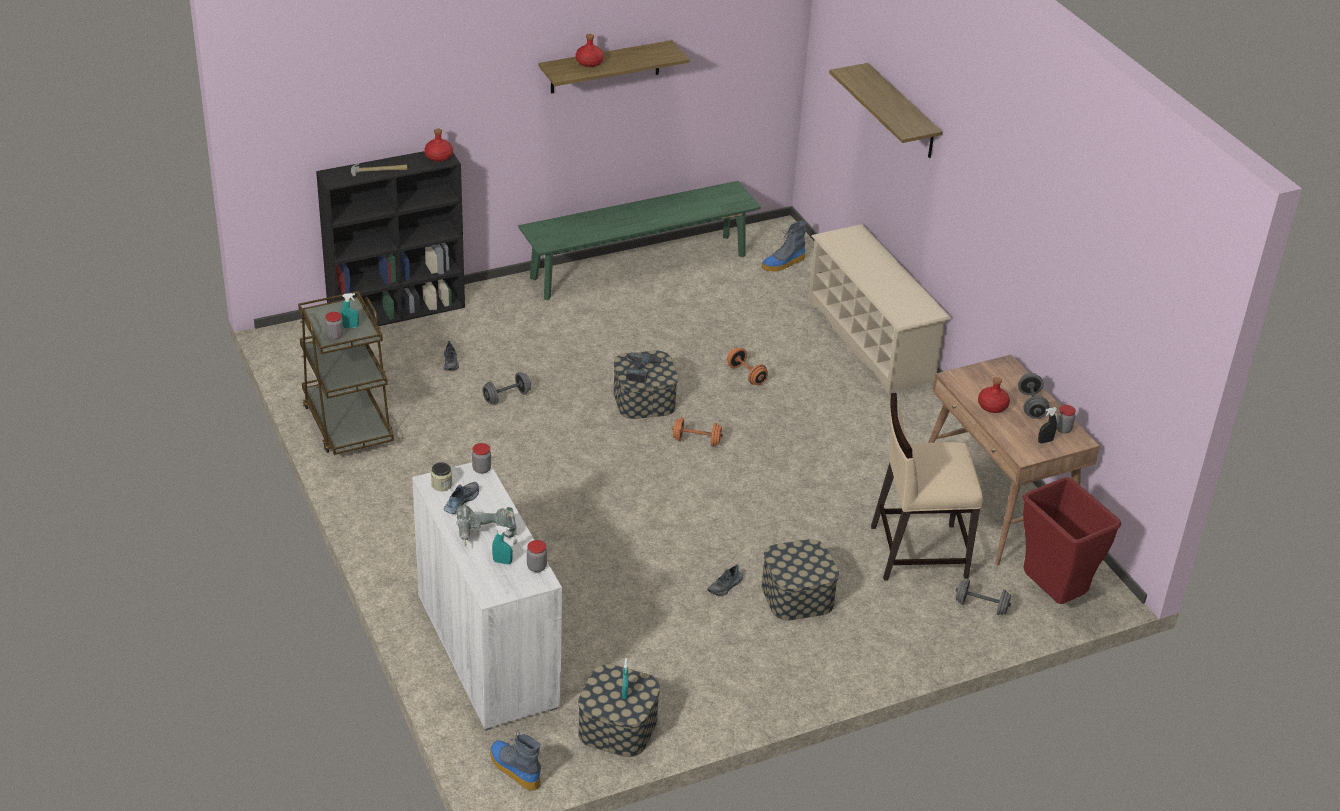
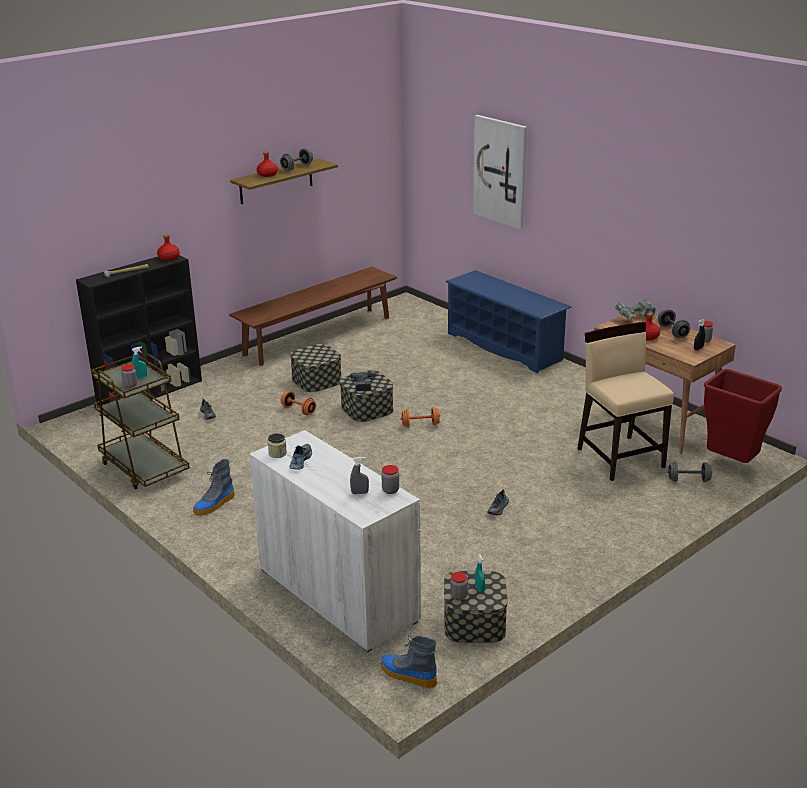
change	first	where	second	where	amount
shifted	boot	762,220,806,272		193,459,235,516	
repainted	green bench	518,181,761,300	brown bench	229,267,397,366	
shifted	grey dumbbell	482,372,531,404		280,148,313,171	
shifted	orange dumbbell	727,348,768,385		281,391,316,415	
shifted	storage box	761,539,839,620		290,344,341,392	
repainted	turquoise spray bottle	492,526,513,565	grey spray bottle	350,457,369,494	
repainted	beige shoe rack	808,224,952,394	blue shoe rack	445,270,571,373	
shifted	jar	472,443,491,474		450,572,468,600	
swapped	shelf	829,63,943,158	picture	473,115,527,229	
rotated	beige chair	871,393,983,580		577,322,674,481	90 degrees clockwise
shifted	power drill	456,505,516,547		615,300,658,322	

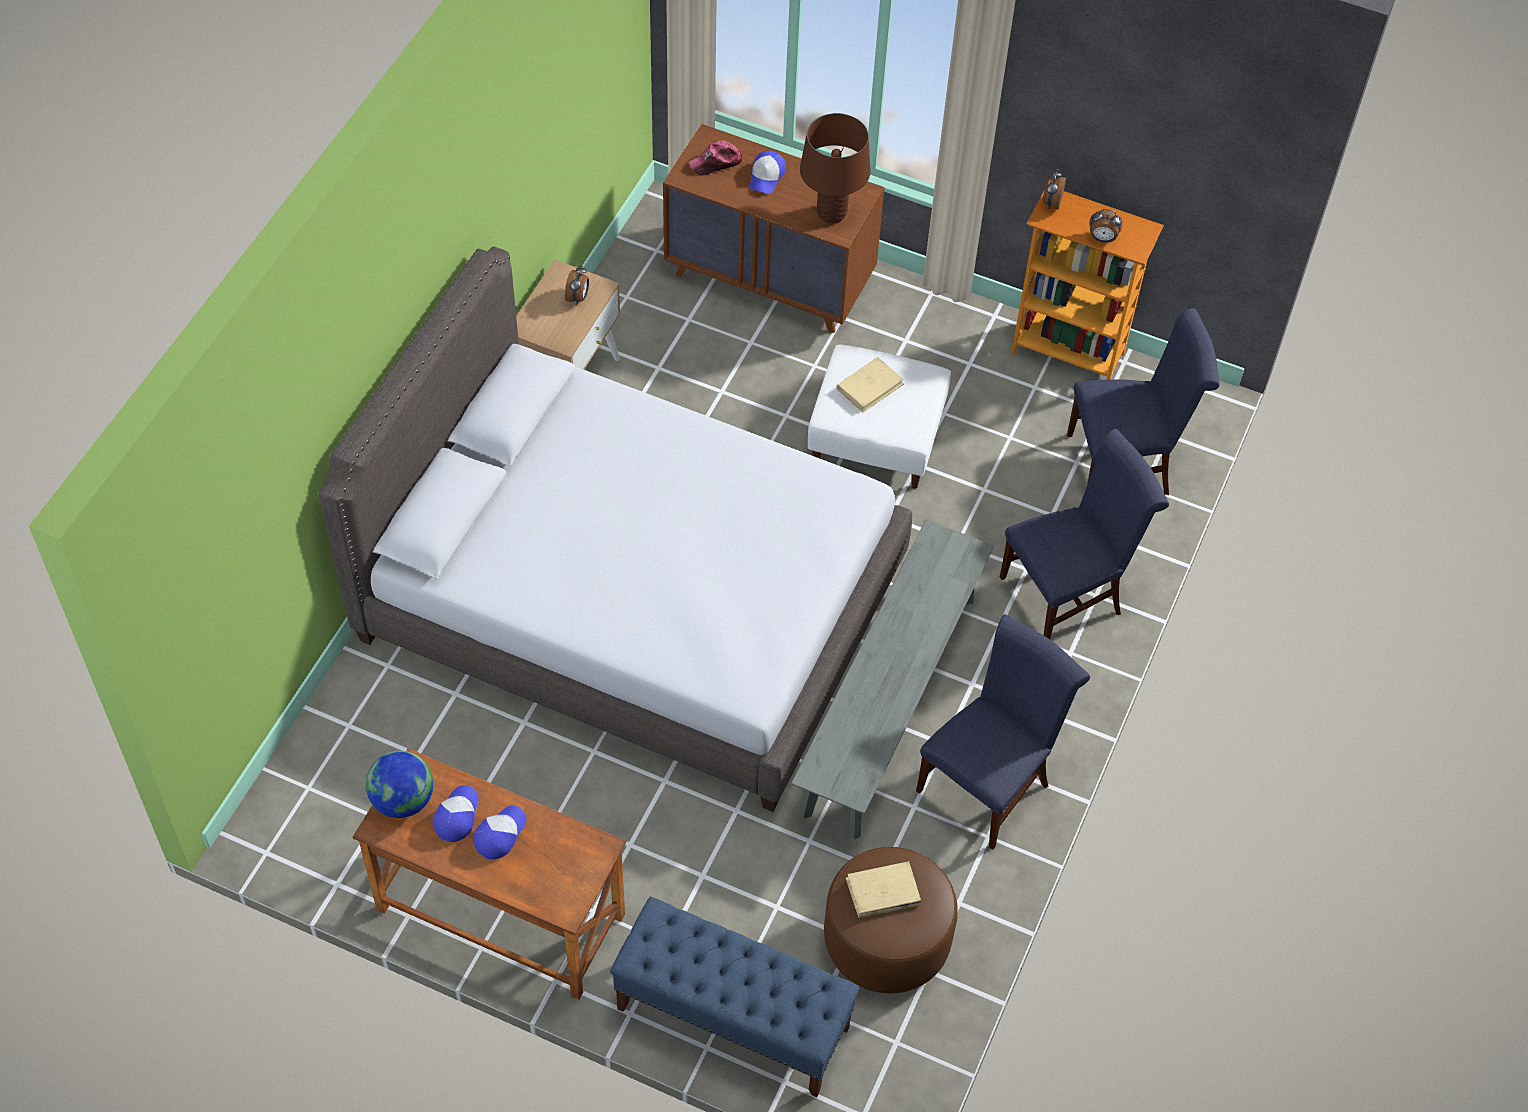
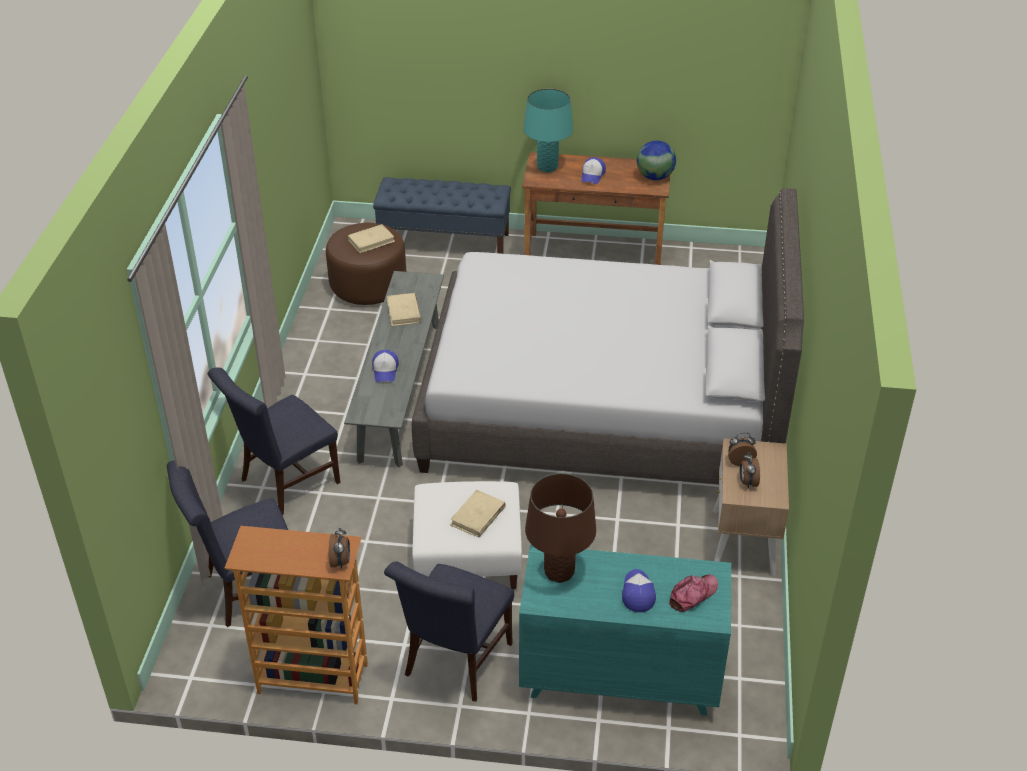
change	first	where	second	where	amount
shifted	cap	433,785,478,842		372,350,399,382	
shifted	blue chair	916,614,1090,850		384,561,514,702	
new			beige book	387,293,421,326	
repainted	brown dresser	663,124,885,333	turquoise dresser	519,544,731,716	
new			turquoise table lamp	524,89,573,172	
shifted	alarm clock	1089,209,1123,243		728,432,757,466	

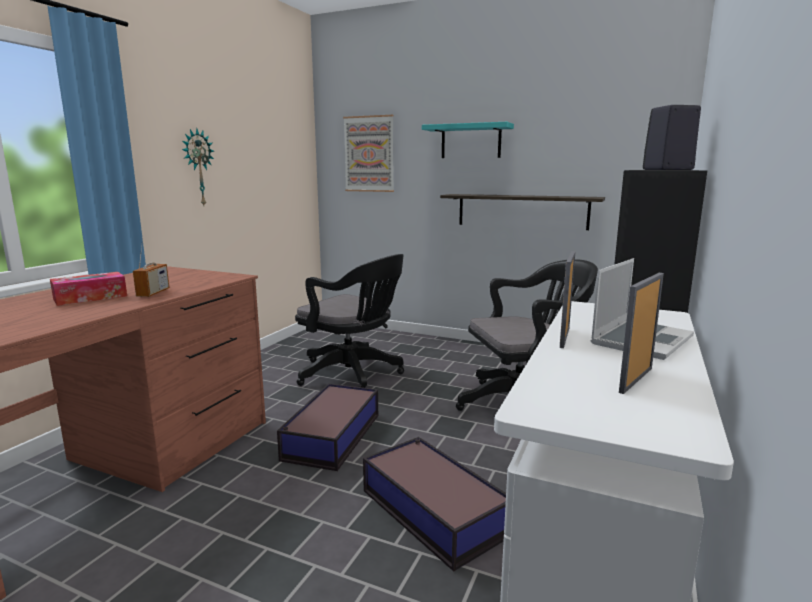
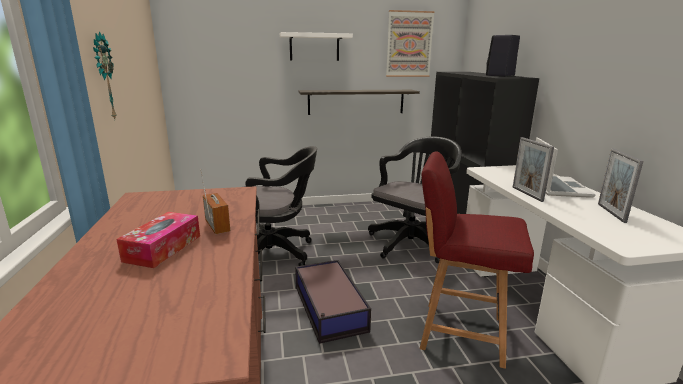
change	first	where	second	where	amount
repainted	turquoise shelf	422,122,514,158	white shelf	280,32,353,61	
shifted	picture	343,115,394,192		386,10,435,77	
swapped	storage box	363,437,506,572	red chair	420,151,534,369	

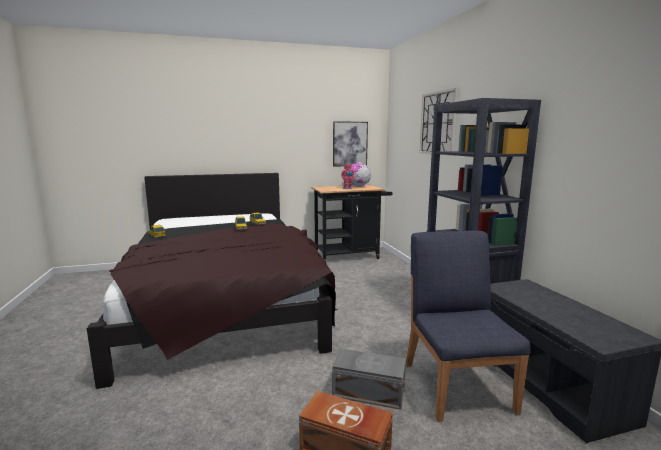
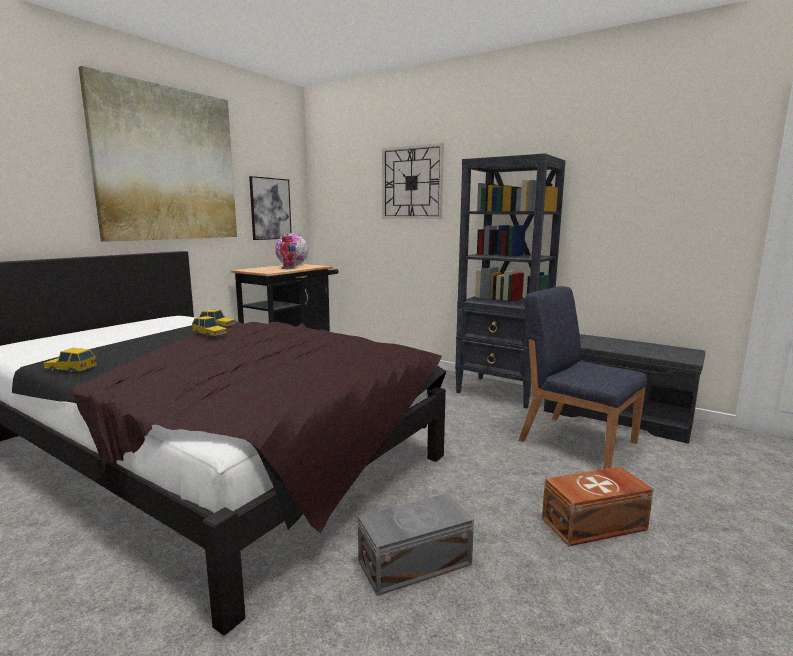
change	first	where	second	where	amount
new			picture	79,66,237,242	
shifted	grey storage box	332,349,406,410		358,493,474,596	

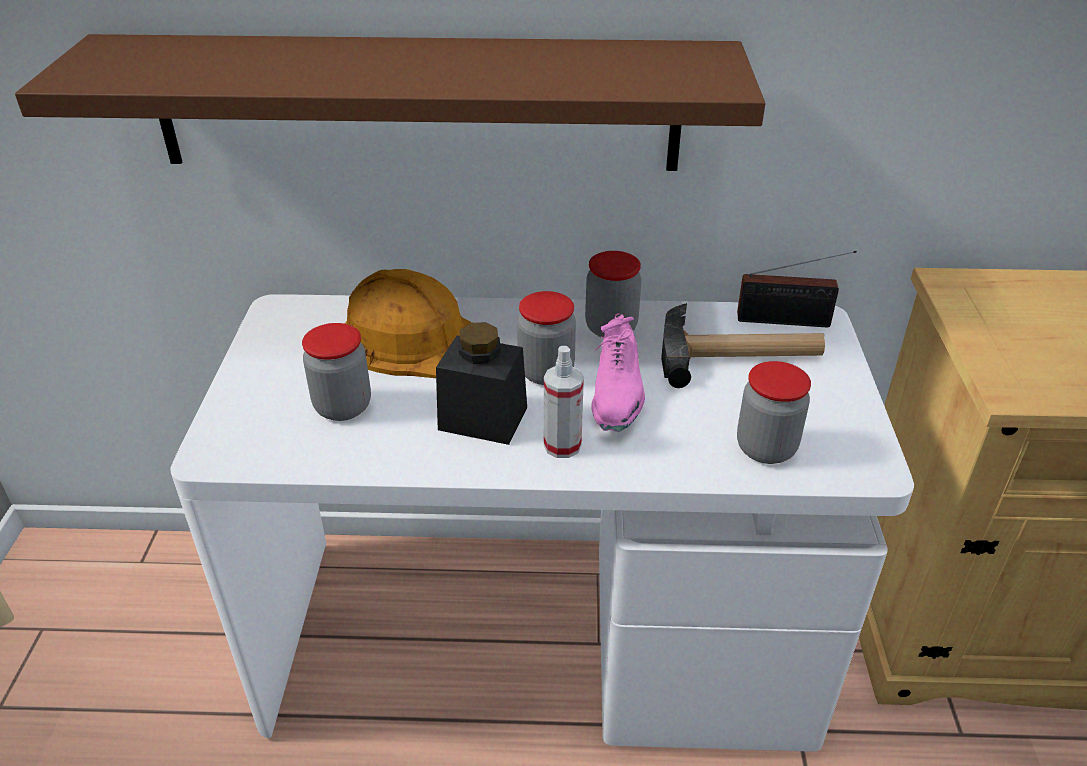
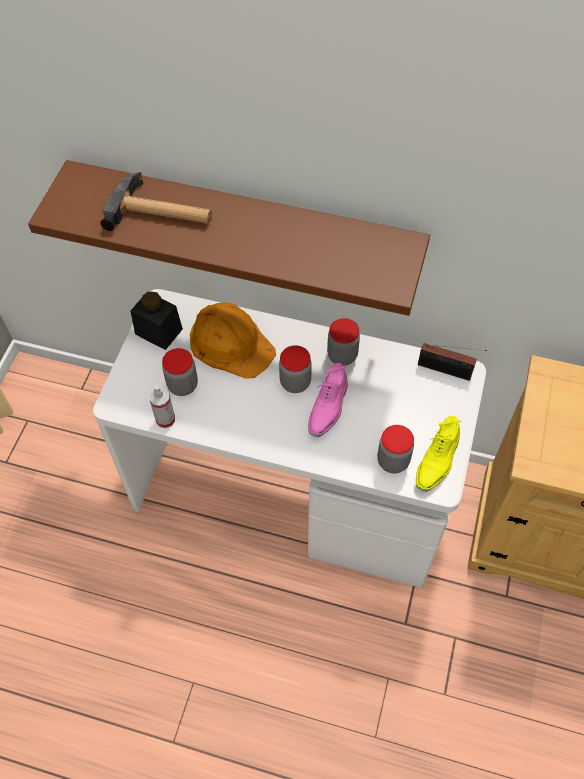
change	first	where	second	where	amount
shifted	hammer	661,303,825,388		100,172,212,231	
shifted	black jar	436,322,527,445		131,292,183,350	
shifted	spray bottle	544,346,584,458		149,385,175,429	
new			yellow shoe	416,416,461,492	

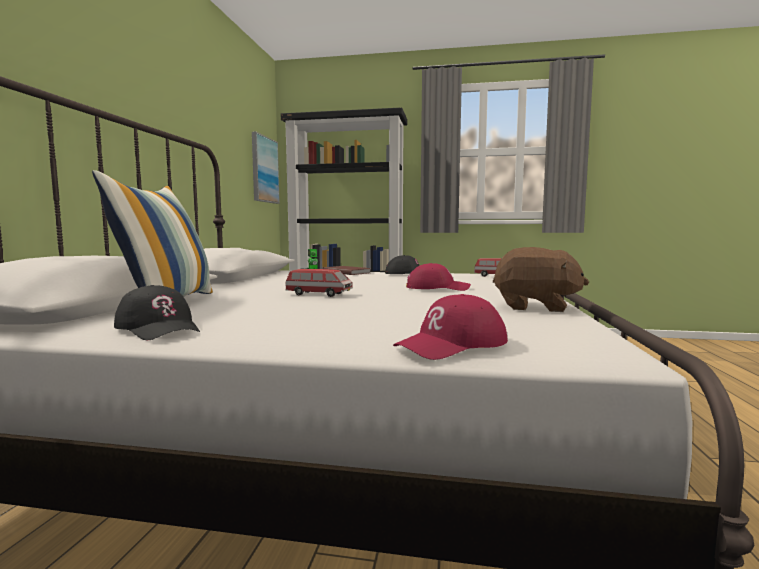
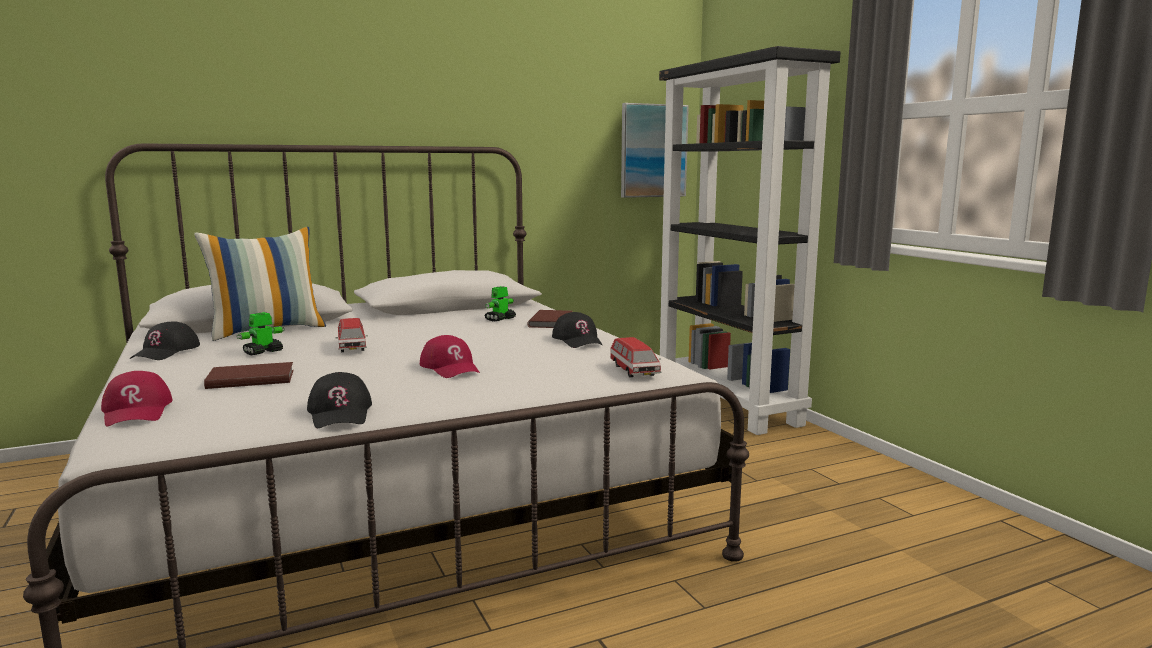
change	first	where	second	where	amount
rotated	red cap	393,294,508,360		101,371,173,427	135 degrees counterclockwise
new			brown book	204,362,294,389	
new			toy robot	237,312,284,355	
swapped	brown plush toy	493,247,589,312	black cap	307,372,372,428	

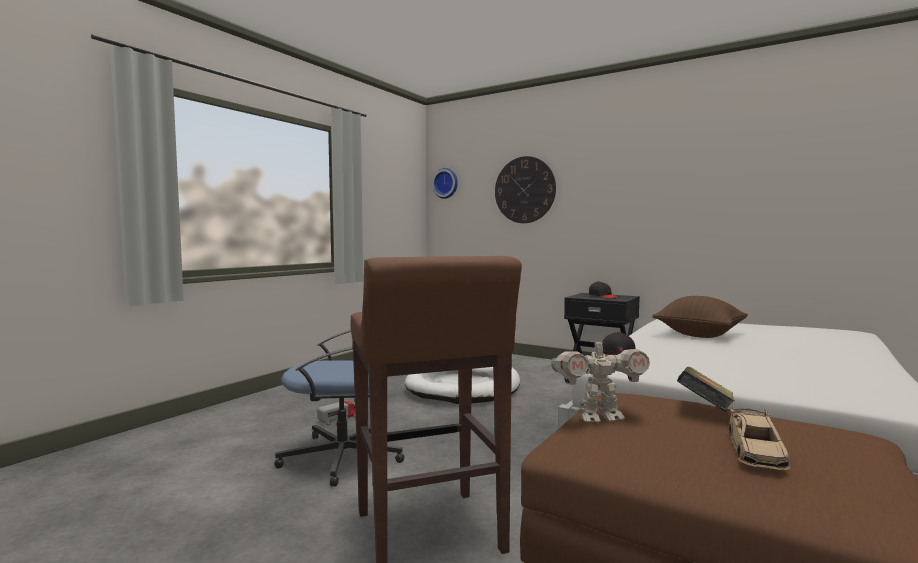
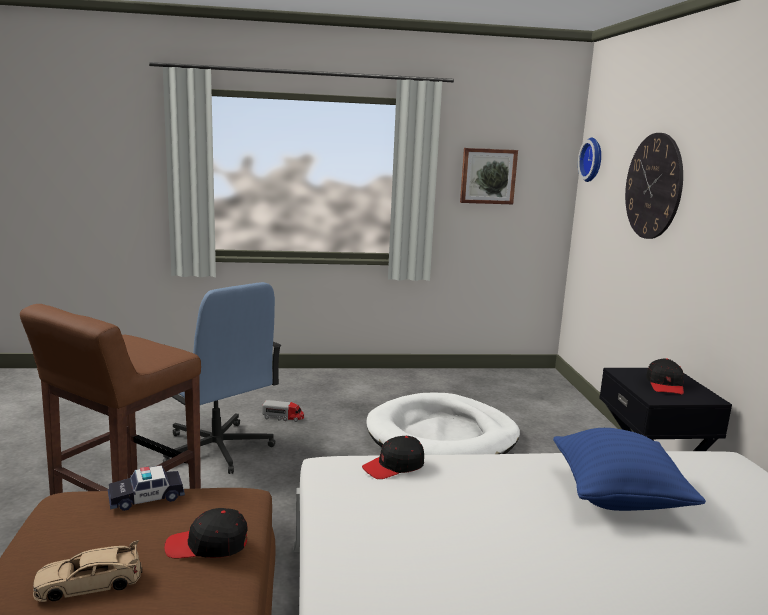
change	first	where	second	where	amount
swapped	toy robot	551,334,650,422	toy car	108,465,185,511	
swapped	book	677,367,735,412	black cap	164,508,248,559	
new			picture	460,148,518,204	
repainted	brown pillow	652,296,748,338	blue pillow	553,428,706,511	

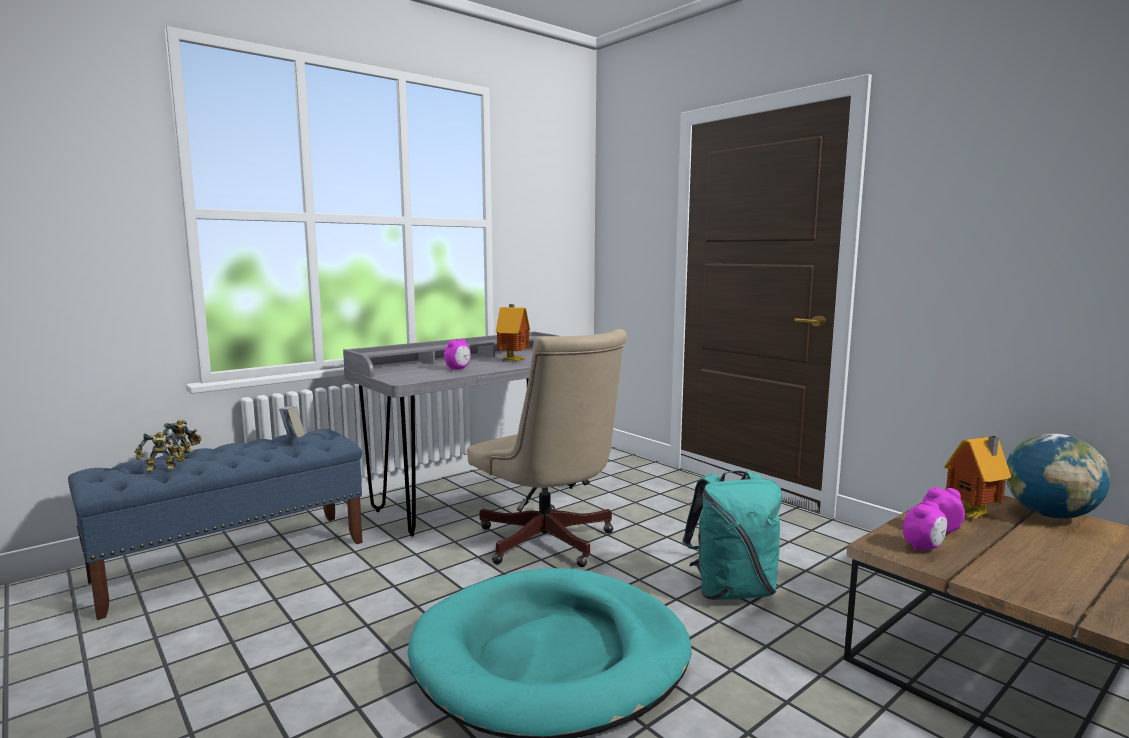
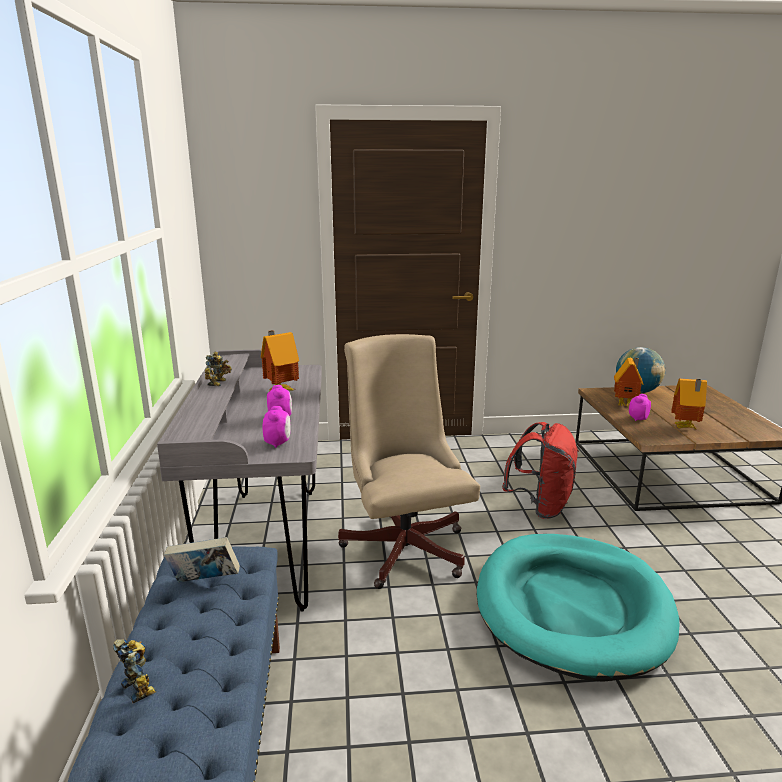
change	first	where	second	where	amount
shifted	toy robot	135,432,186,472		205,352,232,386	
shifted	alarm clock	903,501,947,551		263,406,290,448	
rotated	beige office chair	467,329,627,567		338,334,480,589	105 degrees counterclockwise
repainted	turquoise backpack	682,471,782,600	red backpack	502,422,579,519	
new			toy house	671,379,707,430	

